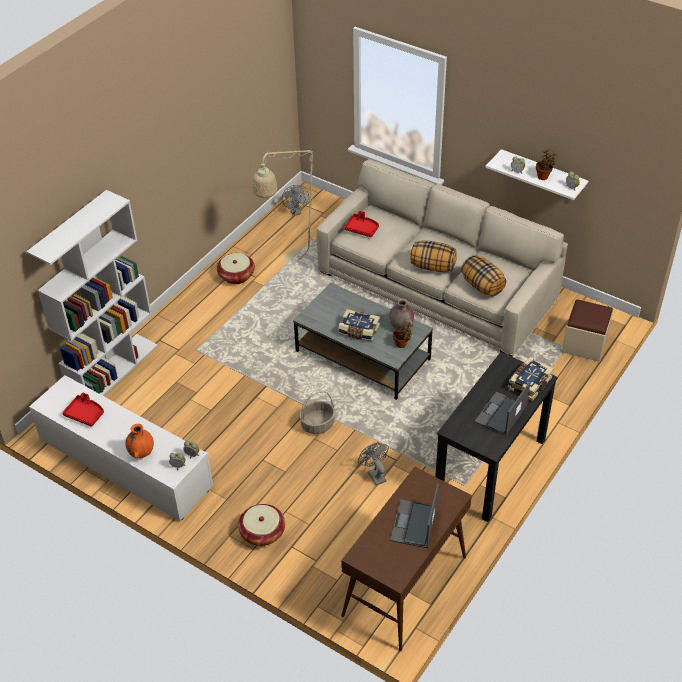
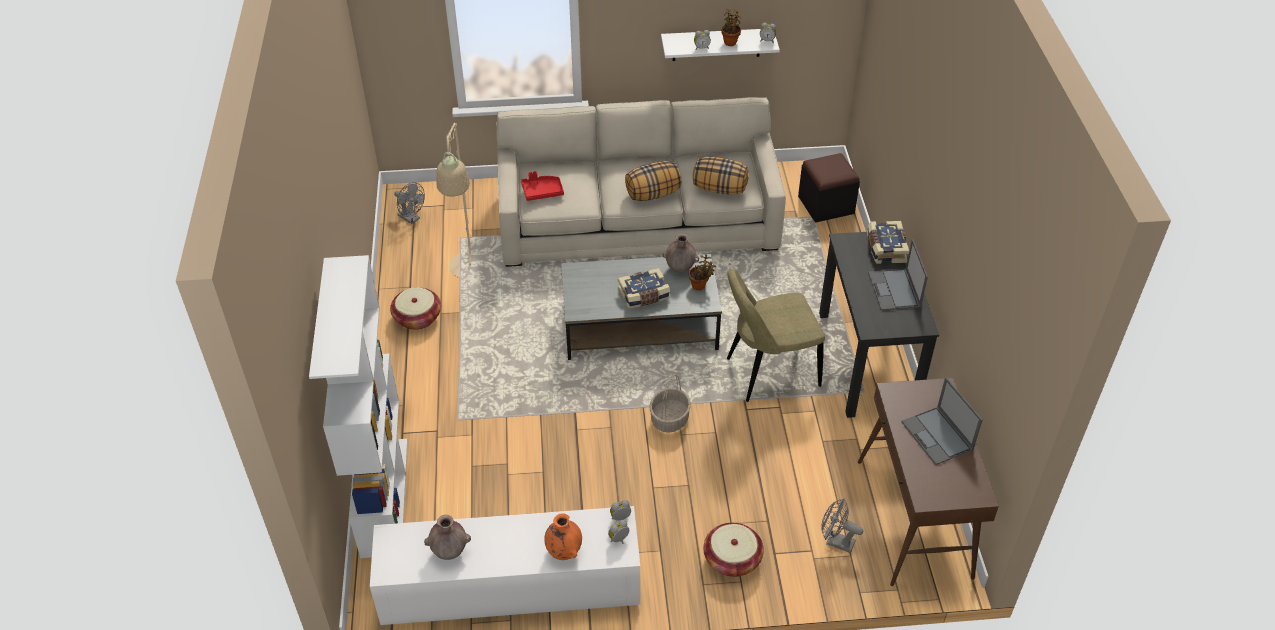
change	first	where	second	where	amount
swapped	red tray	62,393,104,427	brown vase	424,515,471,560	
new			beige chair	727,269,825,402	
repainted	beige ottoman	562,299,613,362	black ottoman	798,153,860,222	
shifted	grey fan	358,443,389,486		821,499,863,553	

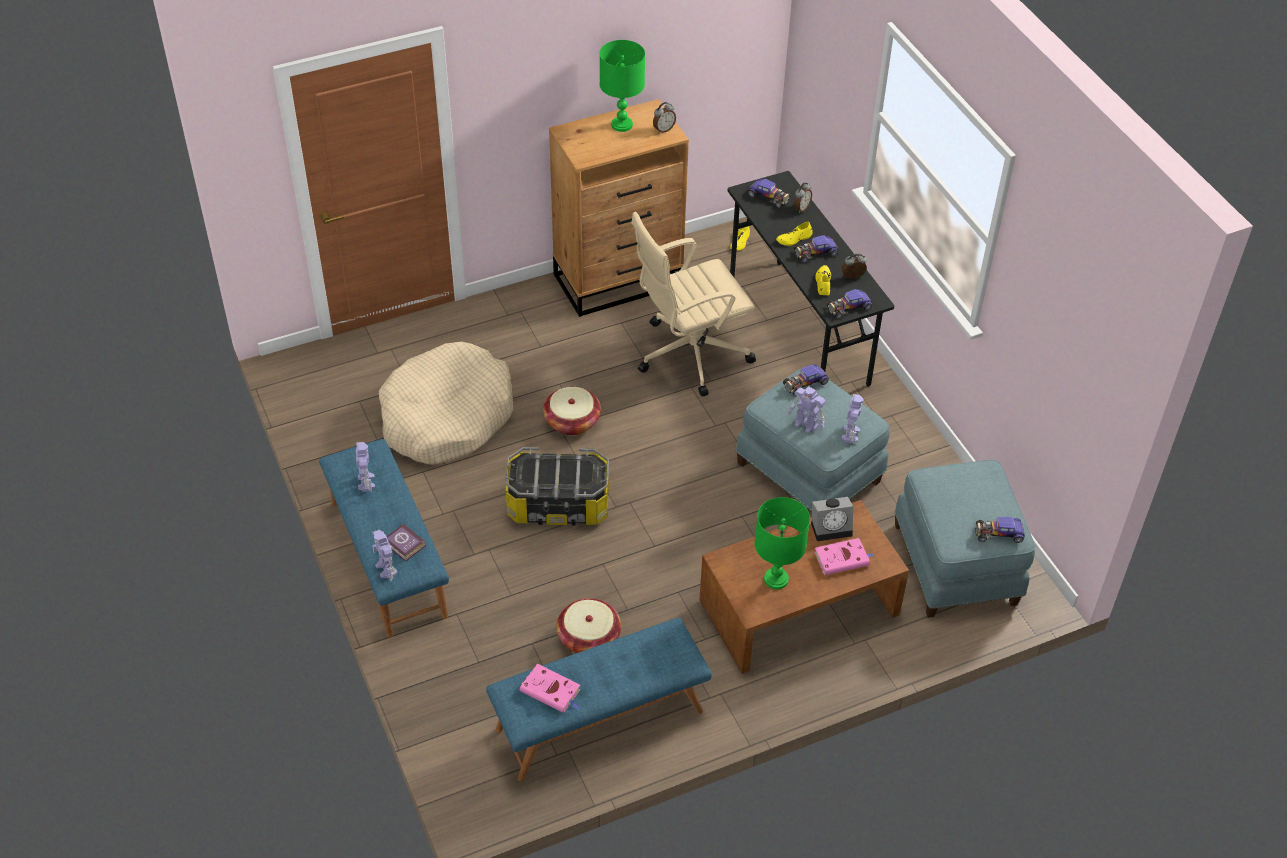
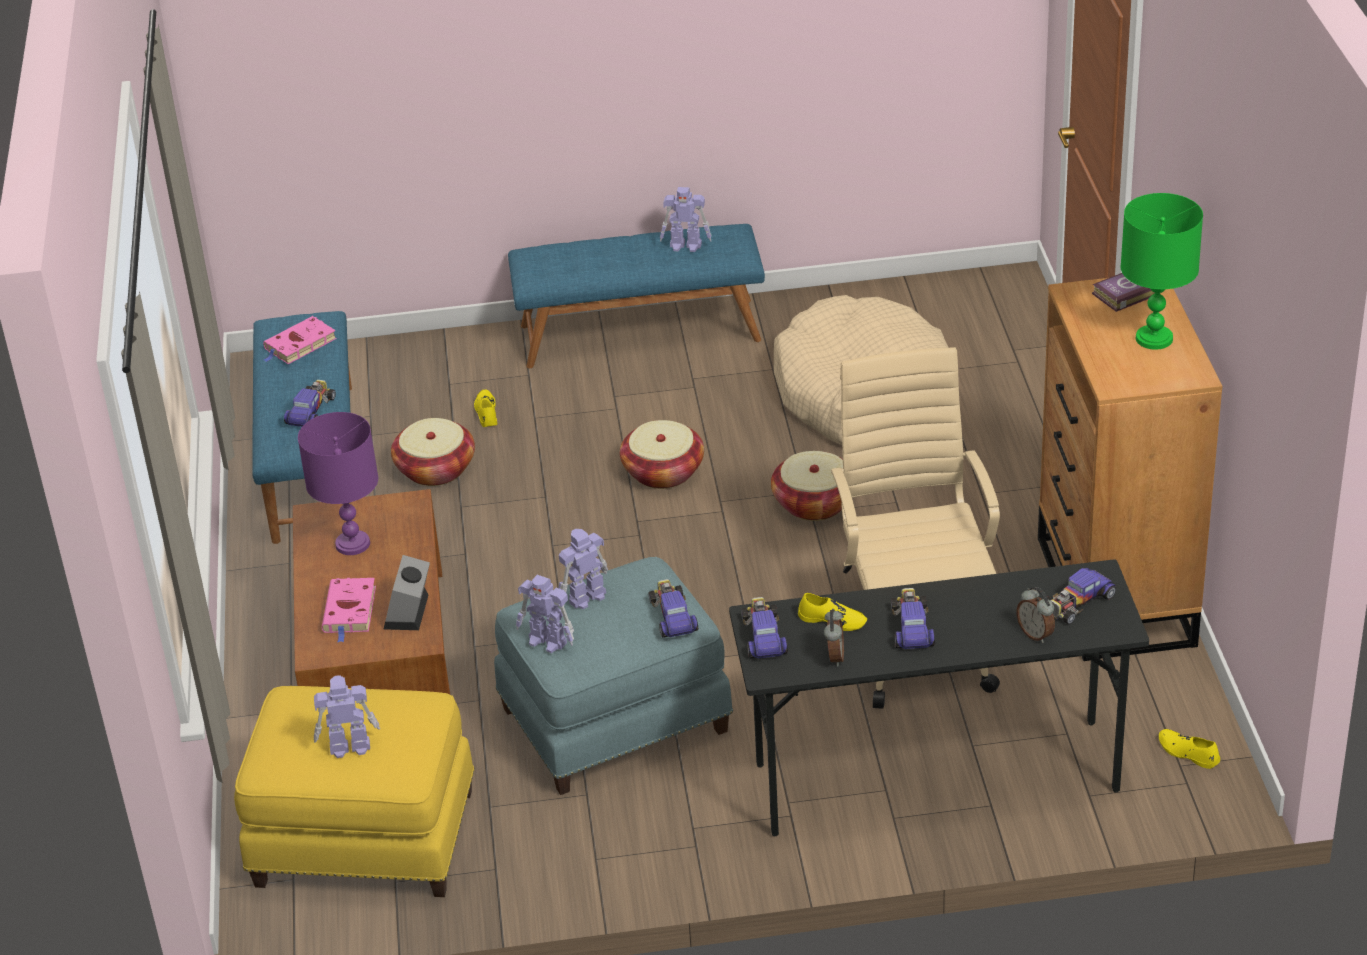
change	first	where	second	where	amount
repainted	blue ottoman	894,460,1035,618	yellow ottoman	234,686,474,897	
shifted	toy car	975,517,1025,543		284,380,336,427	
repainted	green table lamp	754,497,810,589	purple table lamp	298,412,378,555	
shifted	toy robot	372,530,398,581		314,675,380,758	
shifted	yellow shoe	776,222,813,246		474,389,497,427	
swapped	storage box	505,447,609,526	basket	620,420,704,489	
shifted	book	386,524,426,561		1092,273,1154,312	
gone	alarm clock	653,102,676,133			

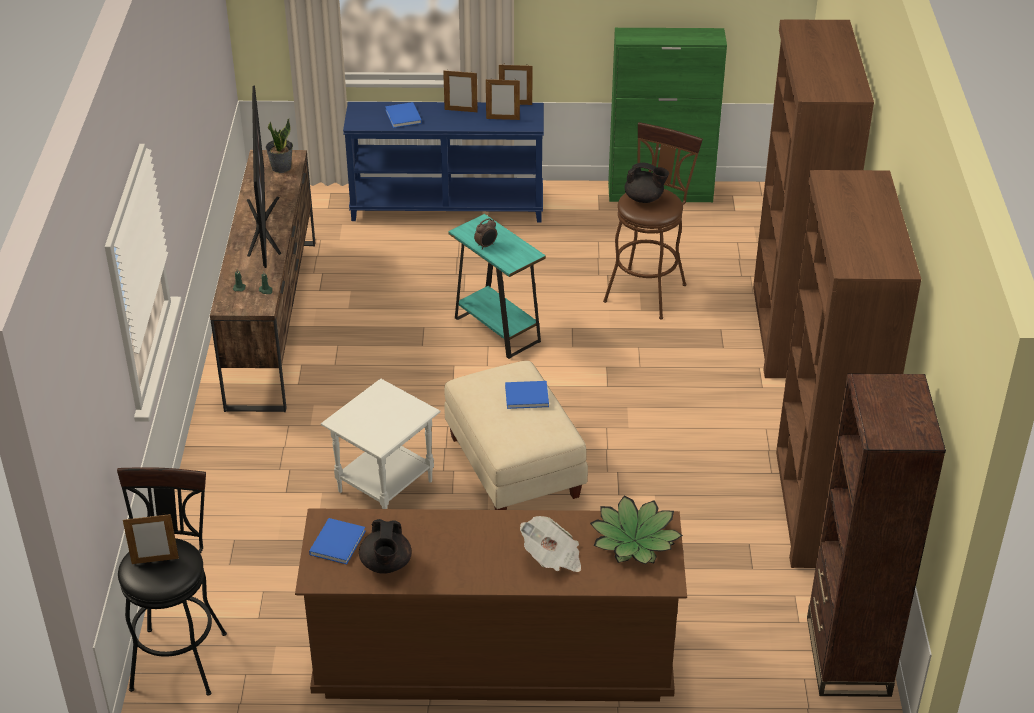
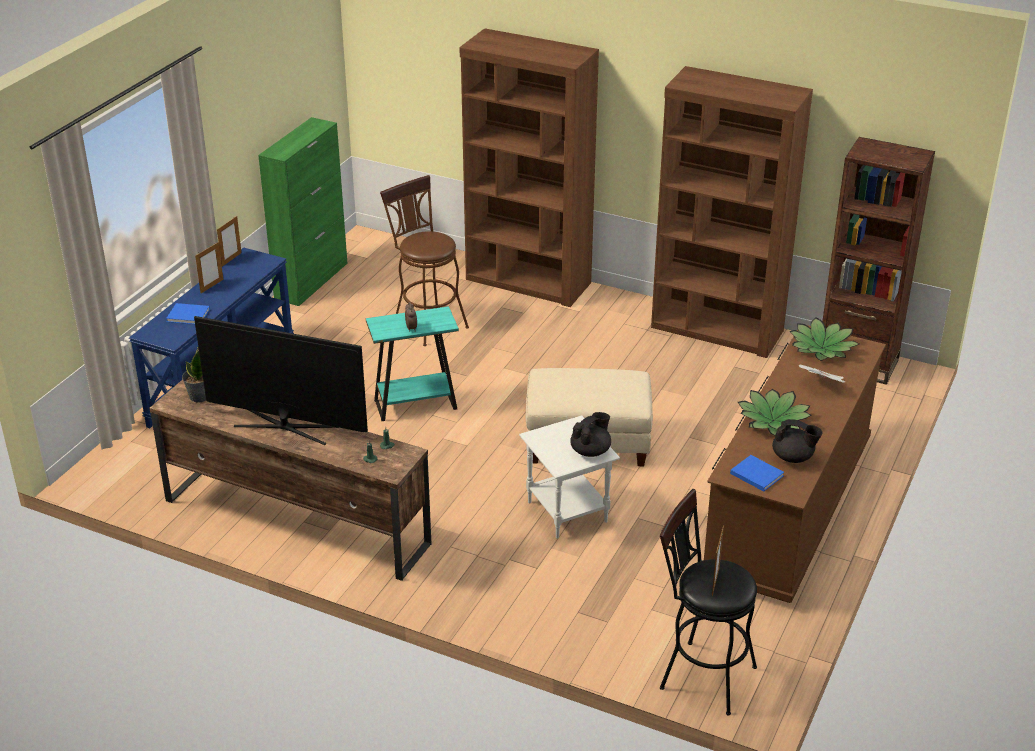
change	first	where	second	where	amount
shifted	black teapot	625,163,669,203		570,412,611,457	
new			potted plant	738,389,812,436	
gone	picture frame	486,78,520,120			
gone	blue book	505,381,549,409			

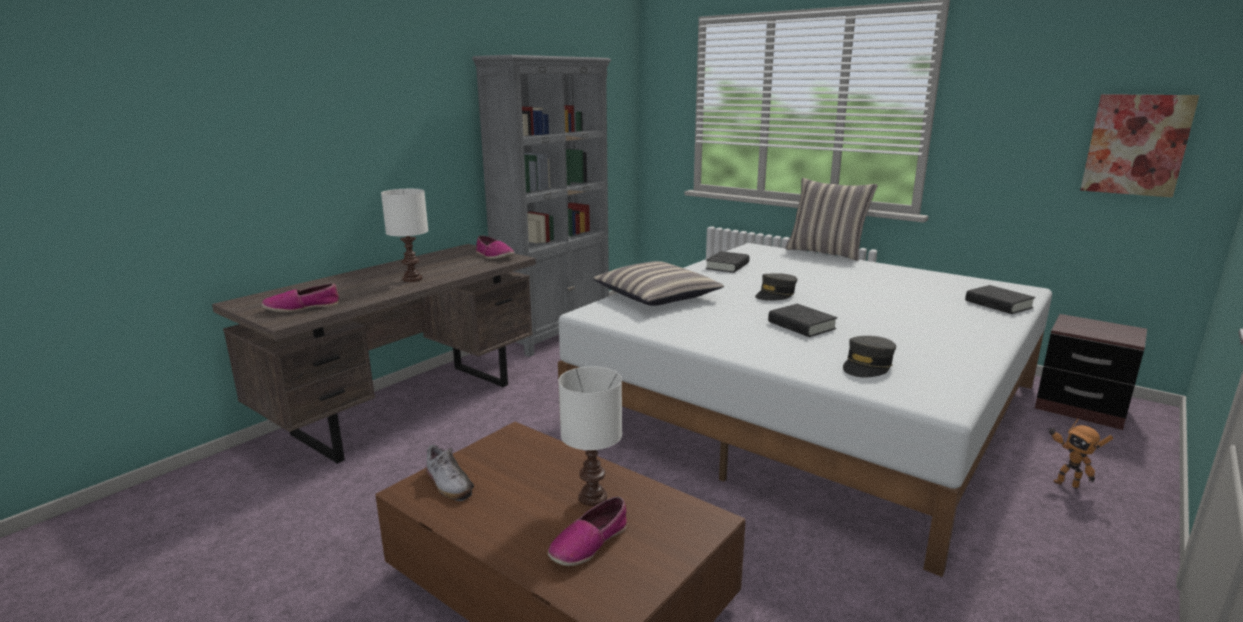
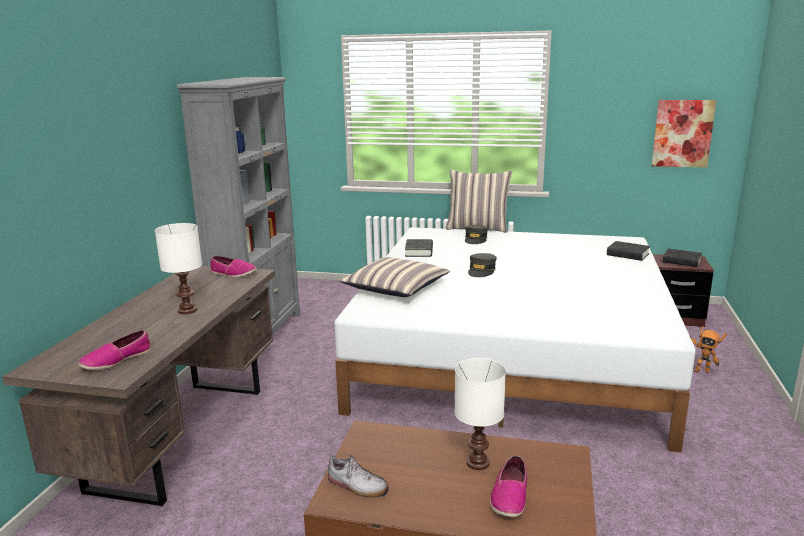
change	first	where	second	where	amount
shifted	grey cap	843,336,896,377		465,225,488,244	
shifted	black book	768,304,838,337		663,249,702,267	

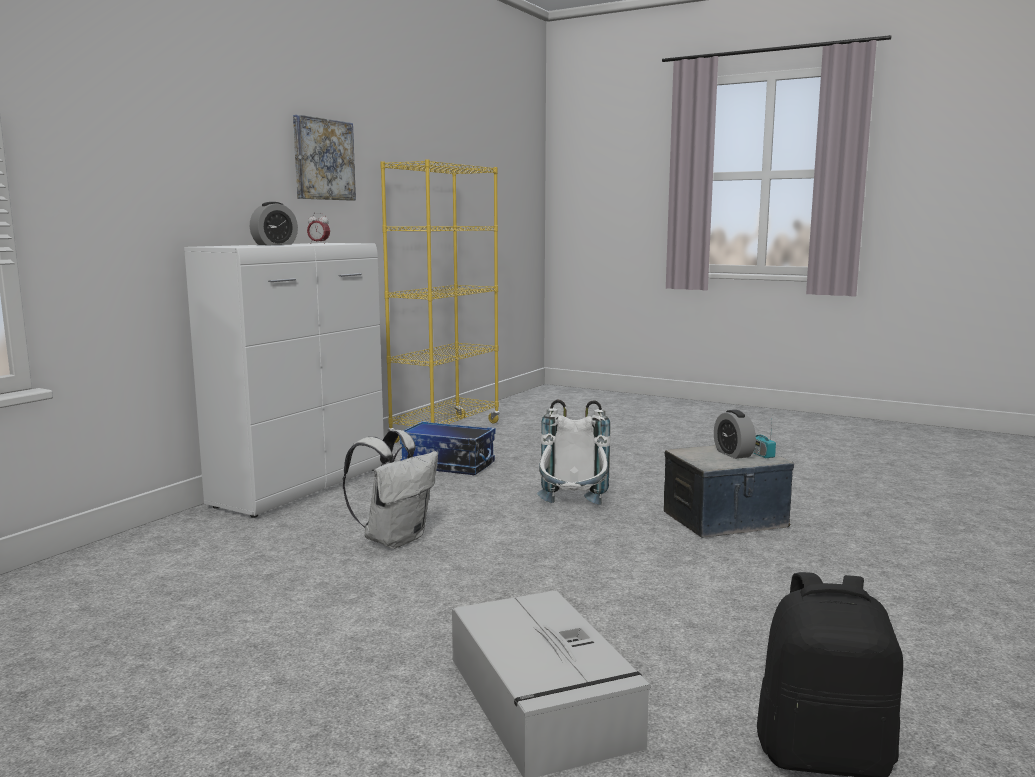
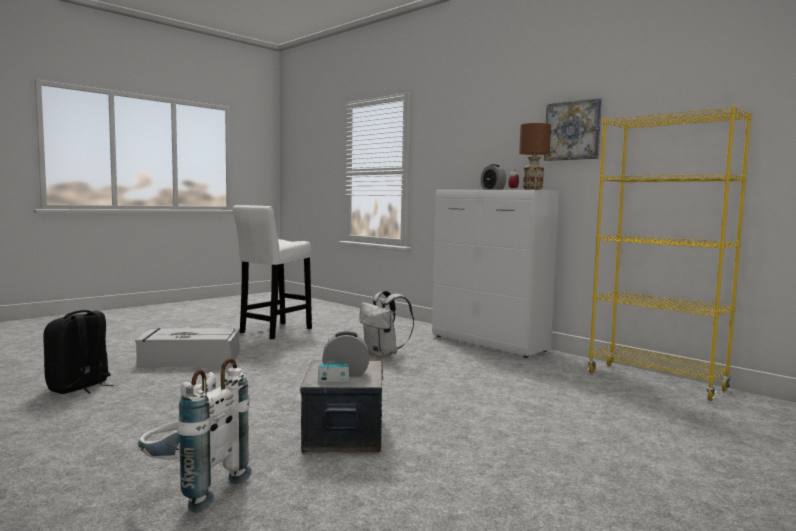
change	first	where	second	where	amount
shifted	white backpack	537,399,610,505		138,358,252,513	
new			white stool	233,205,312,339	
new			brown table lamp	519,123,551,190	
gone	storage box	399,421,495,475			

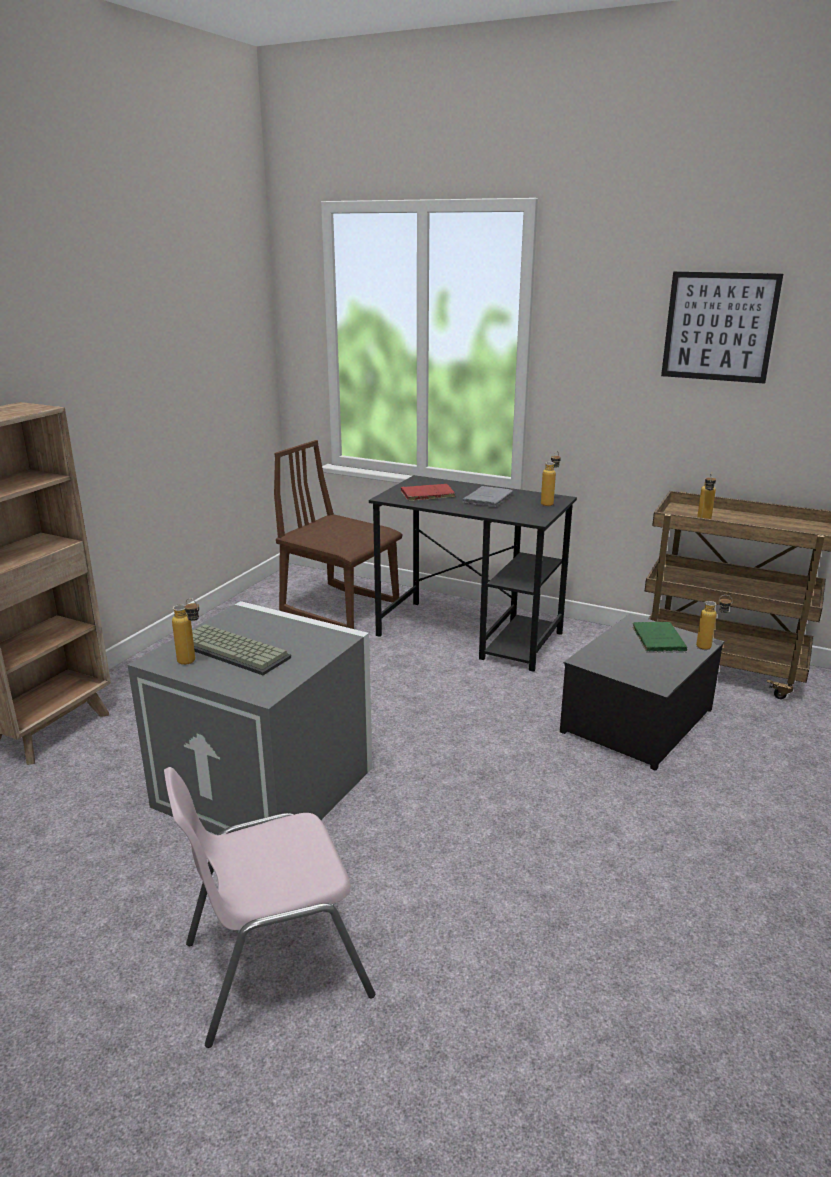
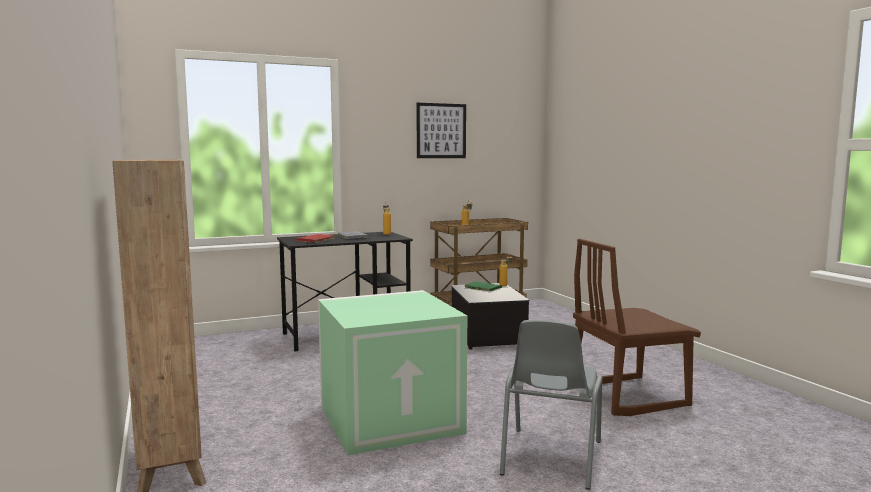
change	first	where	second	where	amount
repainted	grey storage box	128,601,372,835	green storage box	318,290,467,456	
repainted	pink chair	164,767,375,1048	grey chair	500,320,602,490	
shifted	brown chair	274,440,403,629		573,239,701,416	
gone	bottle	172,598,199,665			
gone	keyboard	192,624,291,675			

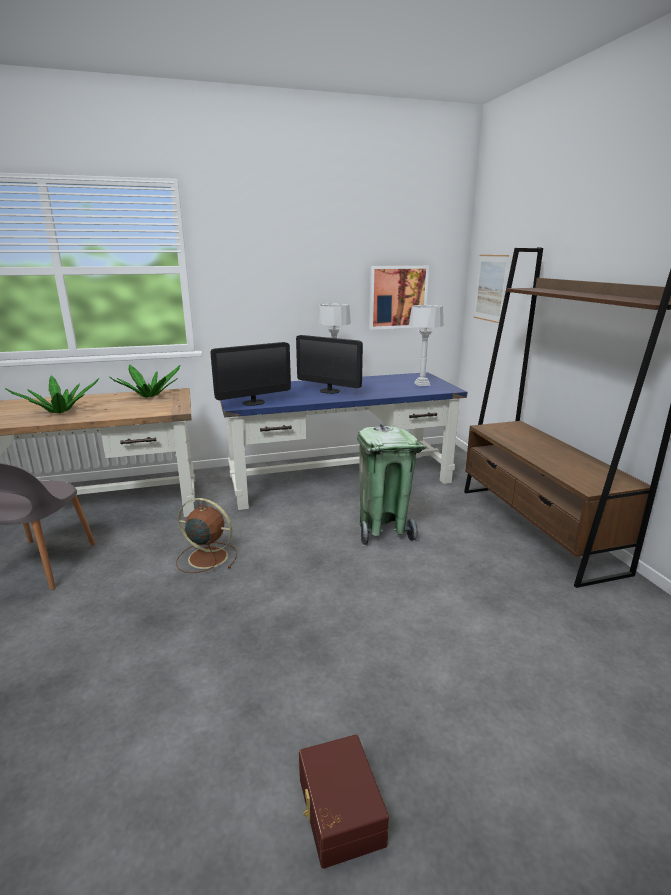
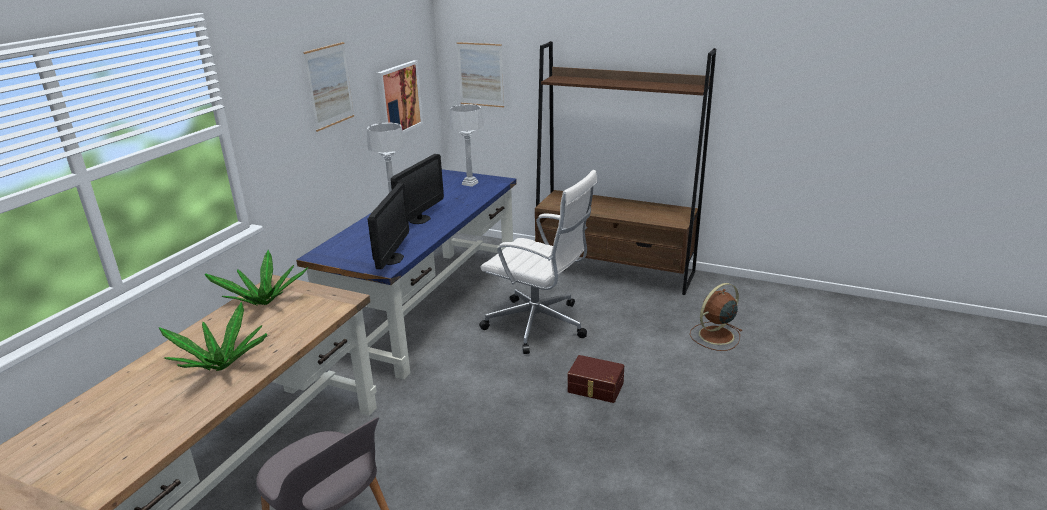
change	first	where	second	where	amount
new			picture	303,42,354,132	
rotated	monitor	296,335,363,394		391,154,444,224	45 degrees counterclockwise
swapped	green trash can	357,423,426,547	white office chair	479,170,597,354	
shifted	brown storage box	299,735,389,869		567,355,624,403	
shifted	brown fan	176,498,237,573		690,283,742,351	

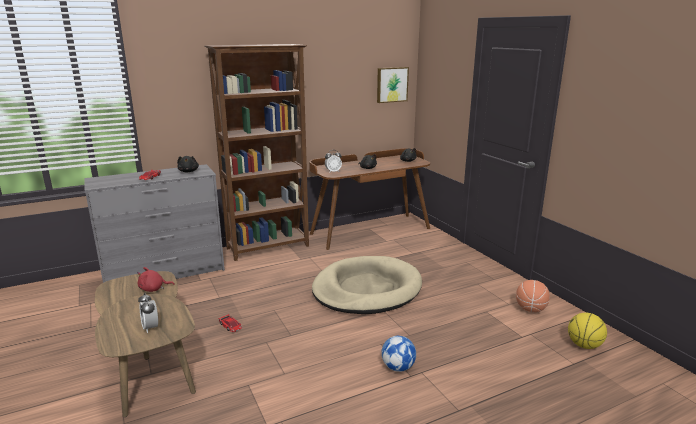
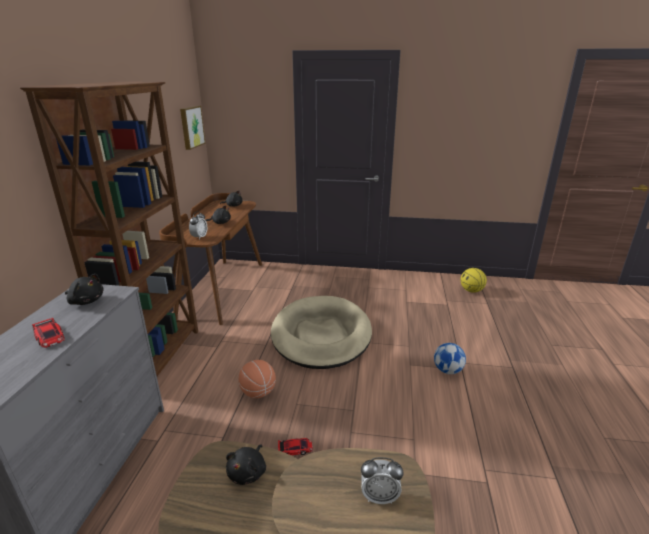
change	first	where	second	where	amount
repainted	red plush toy	137,267,175,292	black plush toy	226,444,266,485	
shifted	basketball	516,280,550,312		238,360,276,398	

